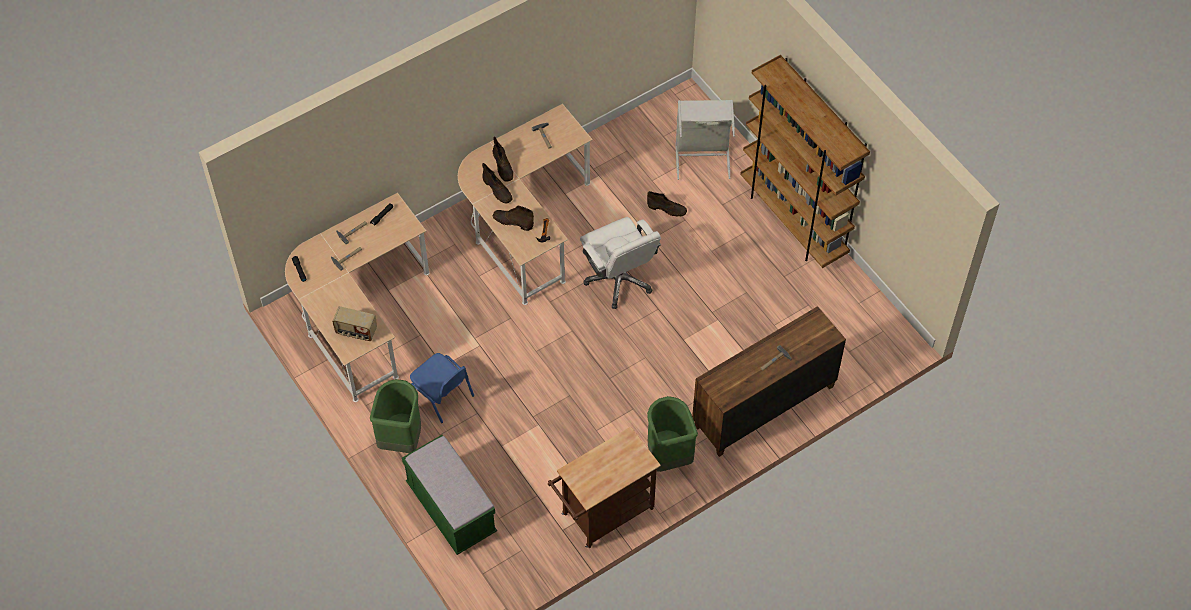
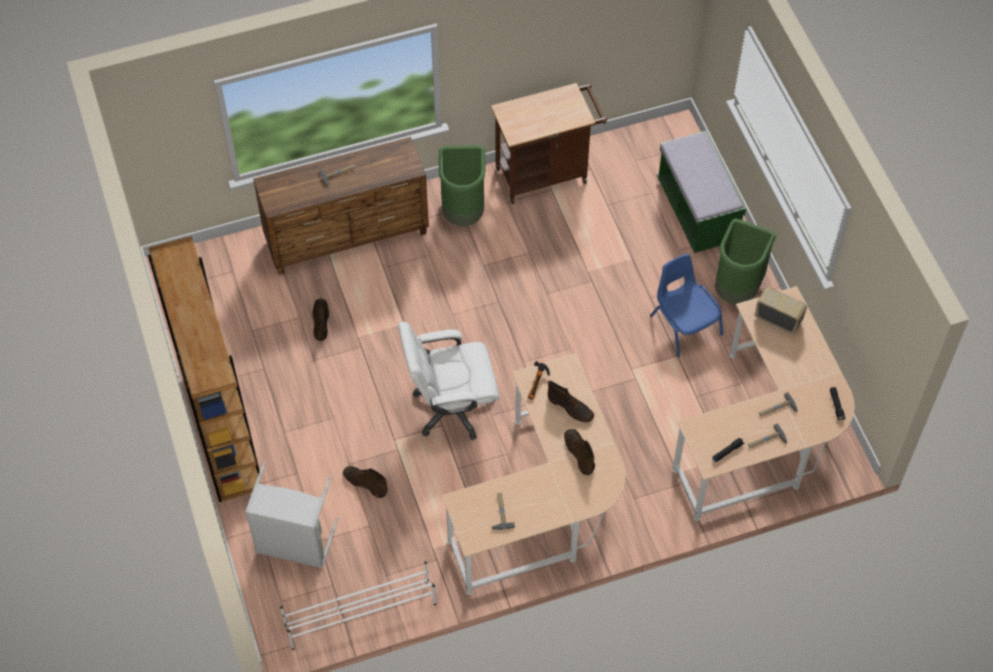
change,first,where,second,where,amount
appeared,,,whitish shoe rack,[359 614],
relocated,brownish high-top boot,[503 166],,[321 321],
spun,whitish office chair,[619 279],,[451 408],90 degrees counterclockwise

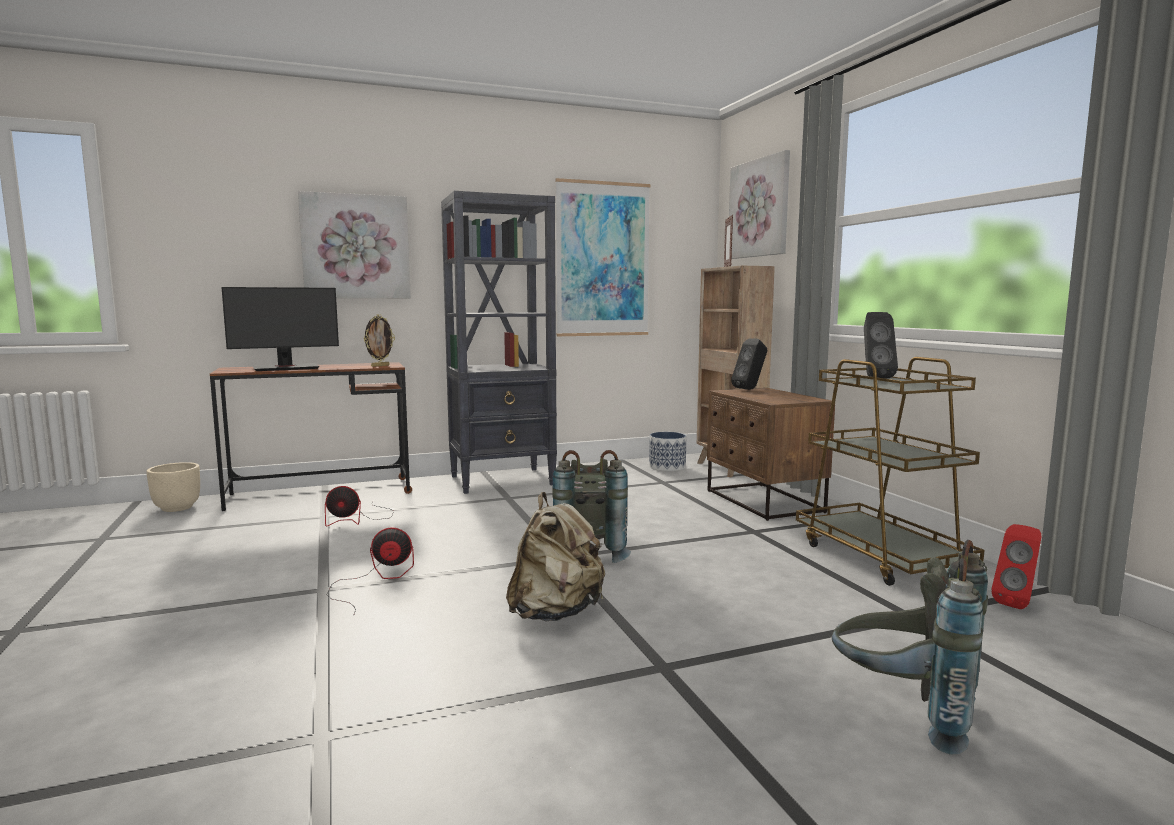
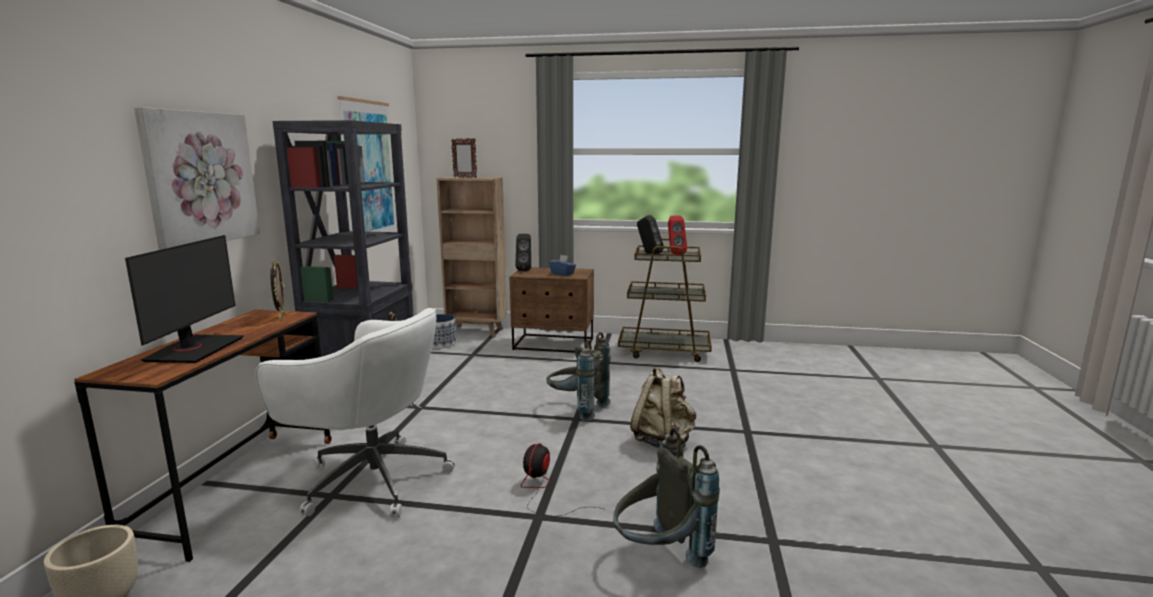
change,first,where,second,where,amount
missing,wall art,[759 208],,,
appeared,,,blue box of tissues,[562 273],
relocated,grey backpack,[903 713],,[659 557],
relocated,reddish audio speaker,[1017 603],,[674 254],
exchanged,cooling fan,[357 519],whitish office chair,[371 479],

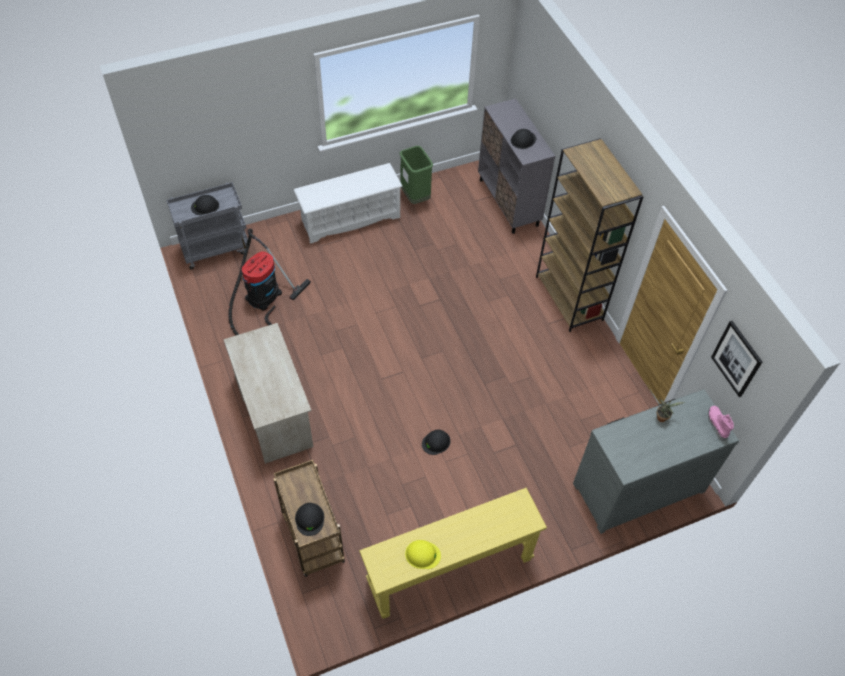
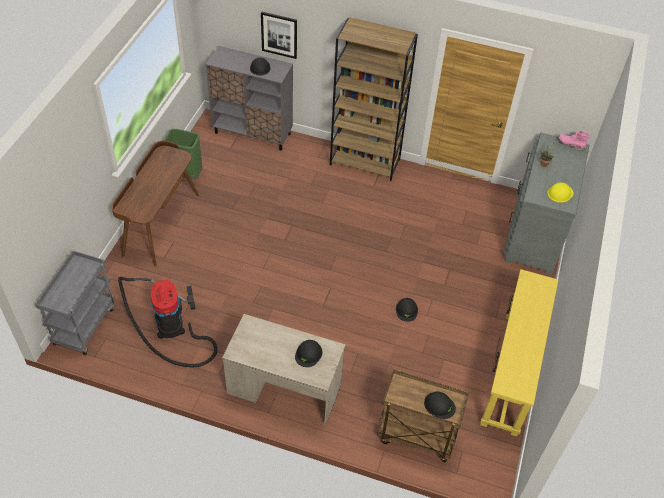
change,first,where,second,where,amount
relocated,black safety helmet,[205 206],,[308 353],
relocated,yellow-coloured safety helmet,[422 554],,[560 193],
relocated,wall art,[737 358],,[279 34],
exchanged,whitish shoe rack,[350 219],brownish desk table,[160 224],

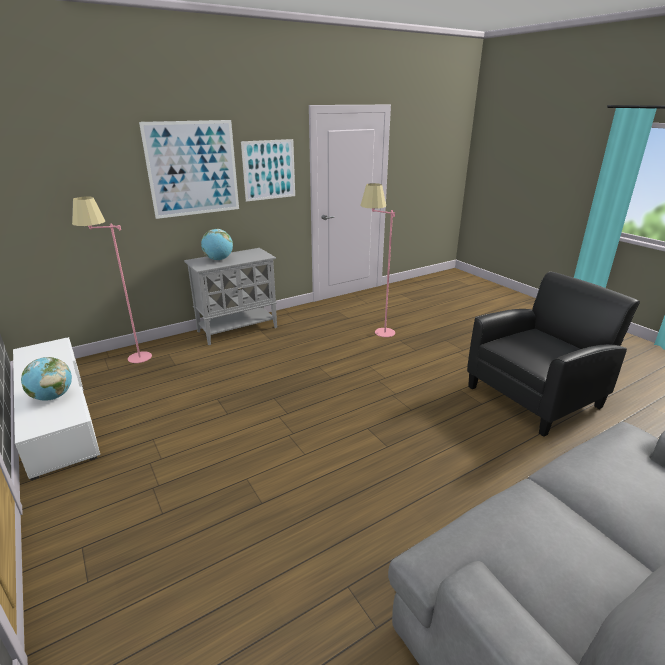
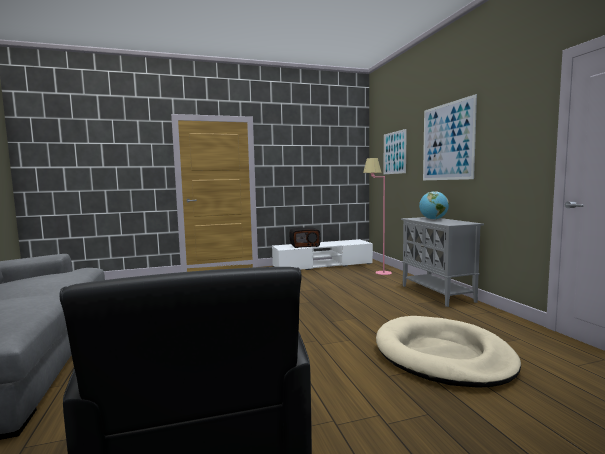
change,first,where,second,where,amount
relocated,wall art,[269 170],,[394 153],
exchanged,globe,[52 397],radio set,[305 245],
exchanged,pinkish standing lamp,[376 333],beige pet bed,[442 355],

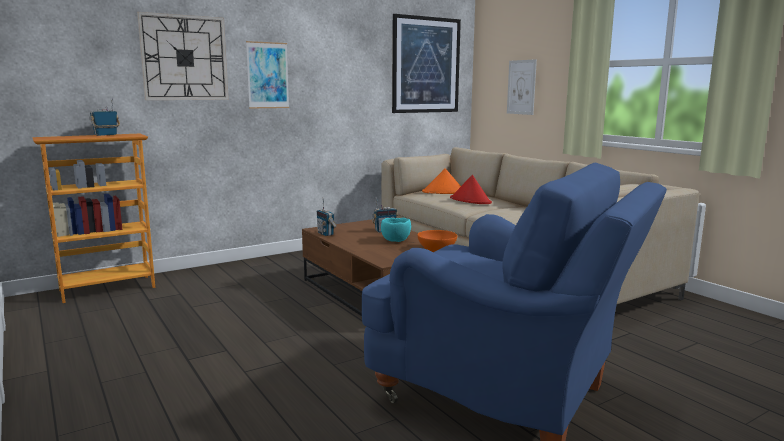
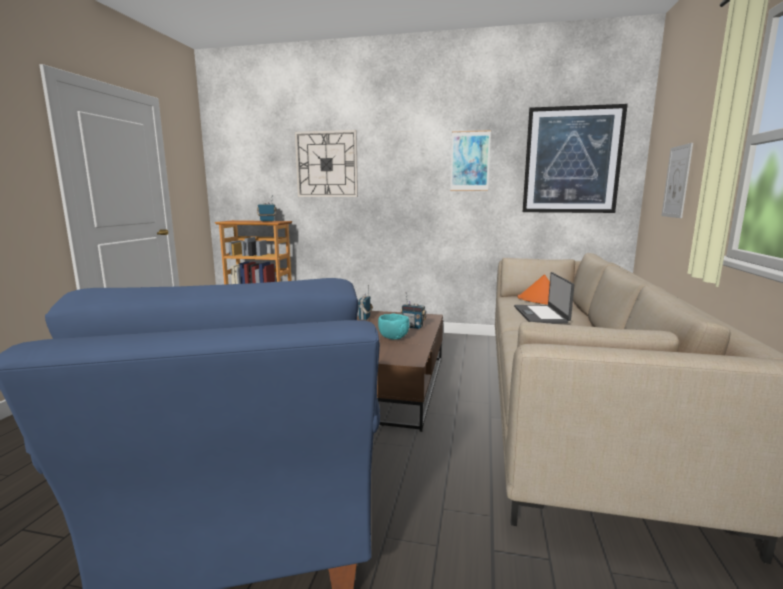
change,first,where,second,where,amount
missing,orange bowl,[436 249],,,
relocated,wall art,[267 75],,[470 161],
exchanged,reddish wearable hat,[470 200],notebook computer,[541 314],

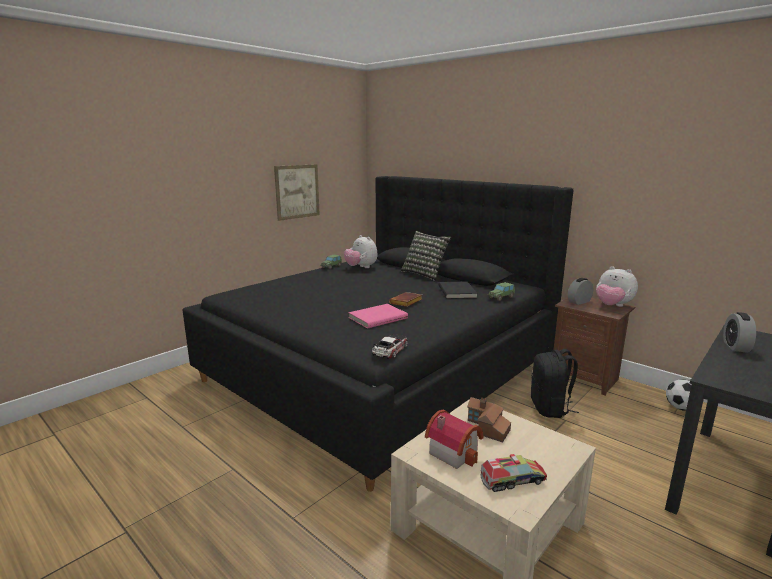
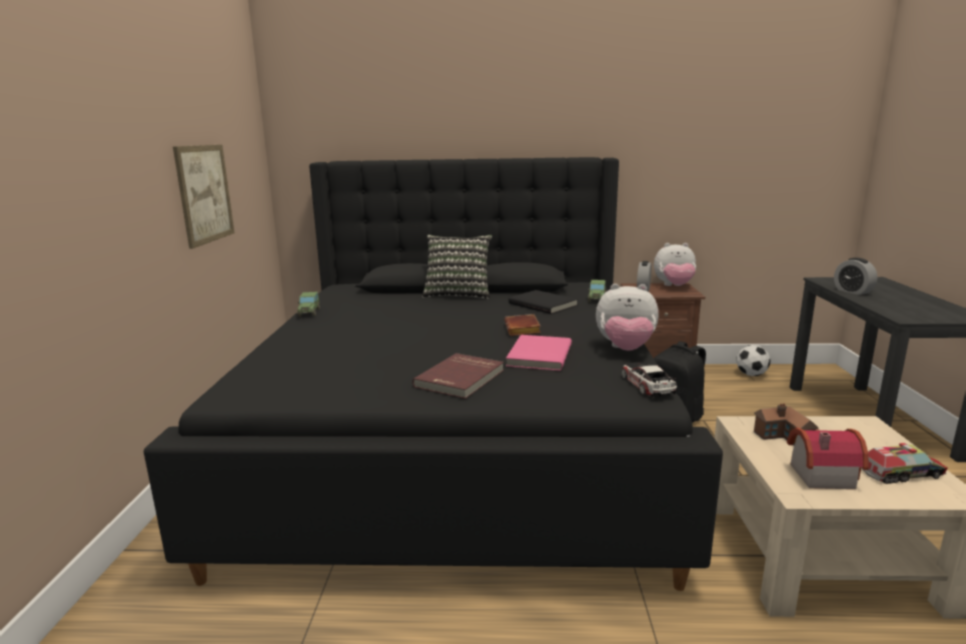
change,first,where,second,where,amount
appeared,,,reddish book,[461 379],
relocated,cuddly toy,[361 267],,[625 349],
spun,model truck,[512 480],,[902 474],45 degrees clockwise

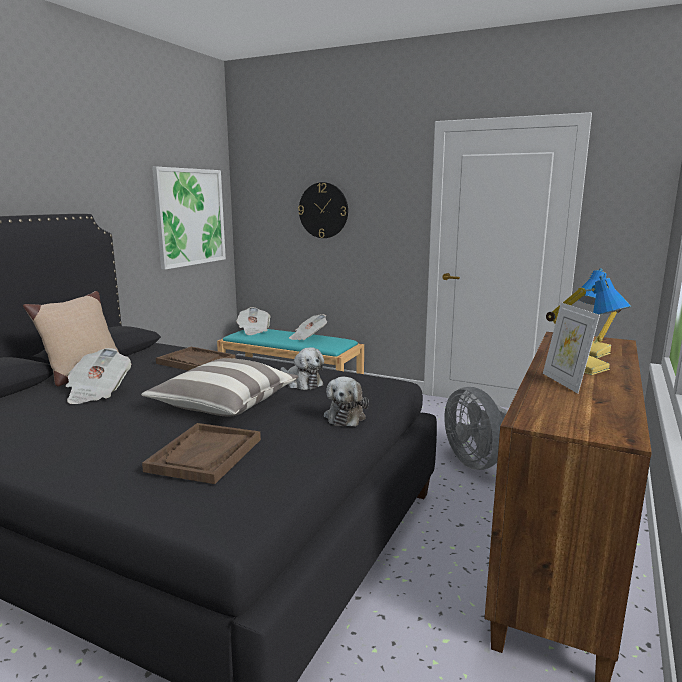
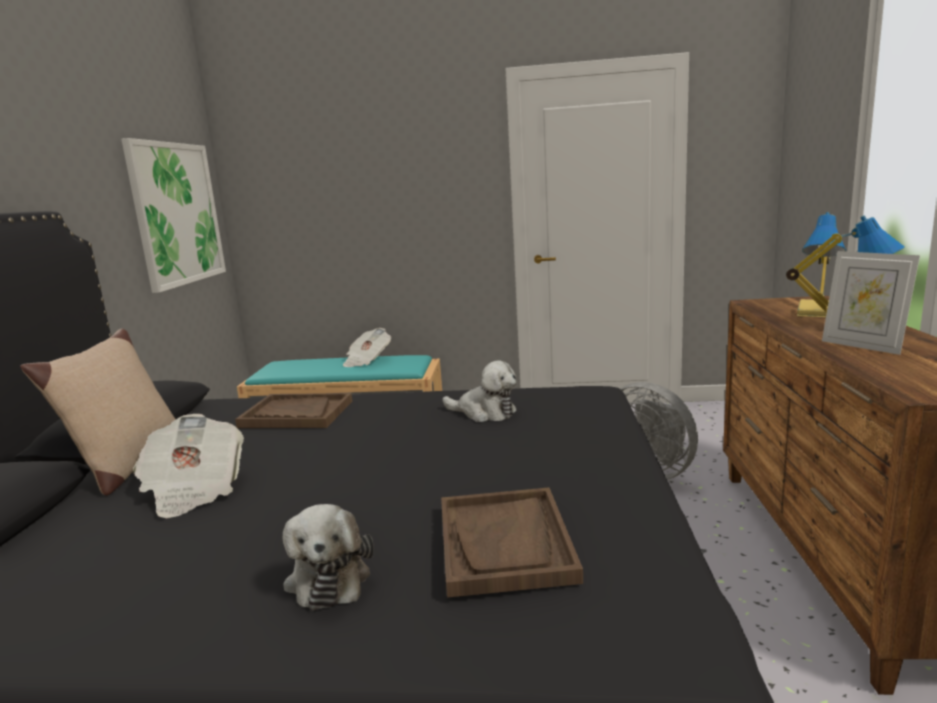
change,first,where,second,where,amount
missing,pillow,[224 404],,,
missing,printed paper,[253 330],,,
missing,clock on the wall,[323 210],,,
relocated,cuddly toy,[345 416],,[329 577],

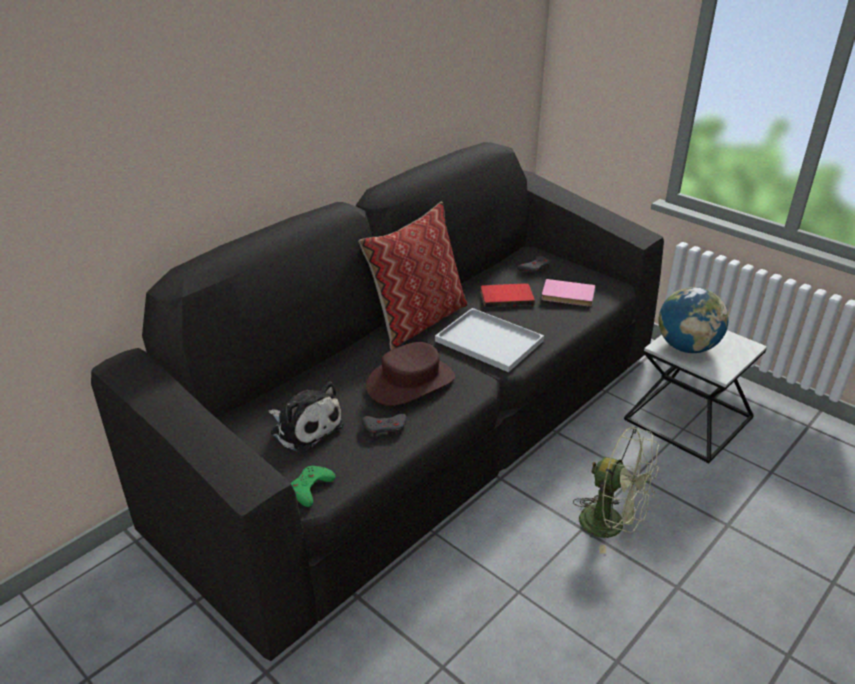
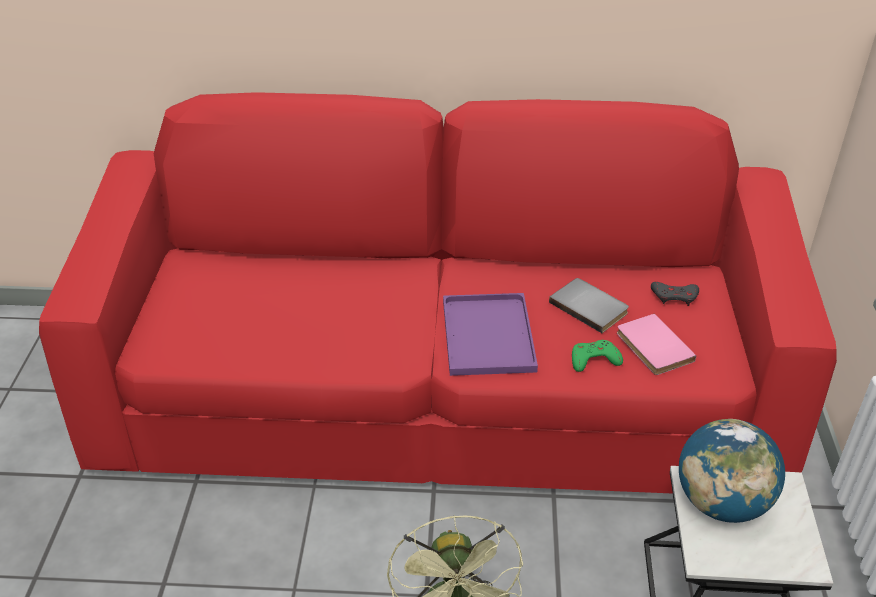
change,first,where,second,where,amount
missing,cuddly toy,[305 427],,,
missing,pillow,[417 320],,,
missing,grey gamepad,[385 427],,,
missing,brownish wearable hat,[410 382],,,
relocated,green gamepad,[310 488],,[594 359],
colour,black sofa,[427 433],reddish sofa,[440 402],
colour,whitish carrying tray,[491 341],purple carrying tray,[489 337],
colour,reddish book,[506 297],grey book,[590 306],

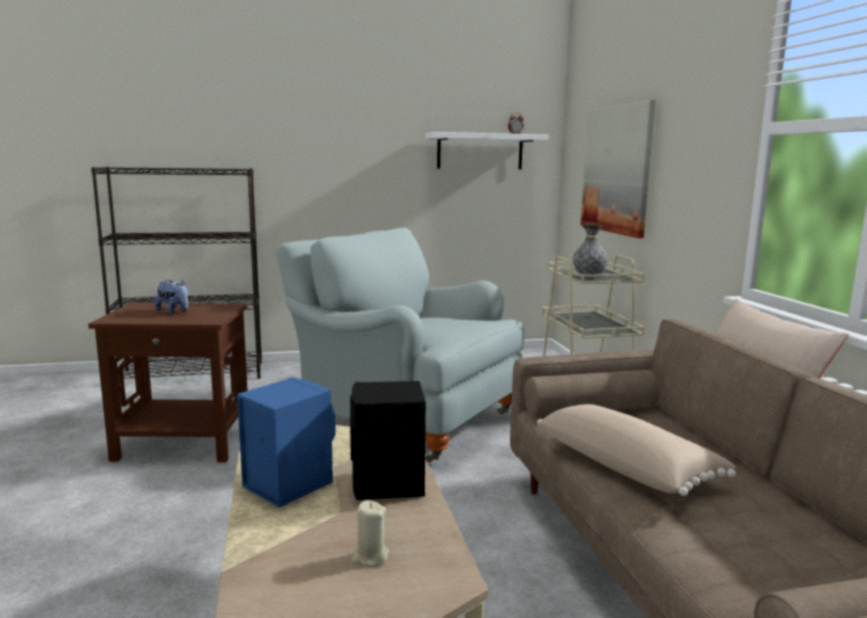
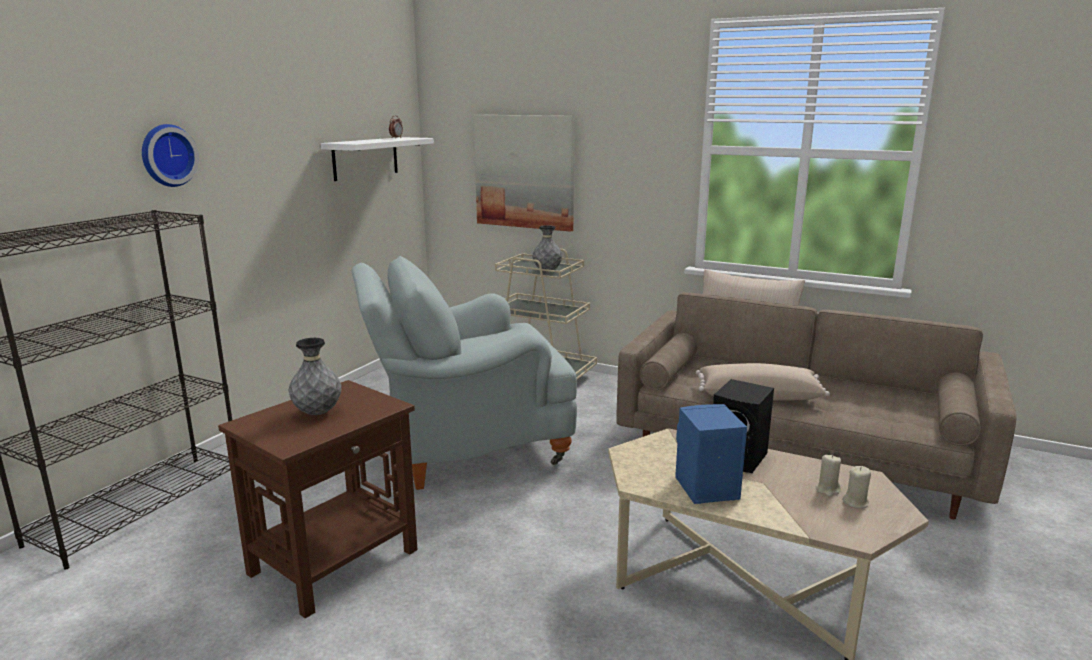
change,first,where,second,where,amount
appeared,,,clock on the wall,[167 155],
appeared,,,beige wax light,[855 502],
exchanged,cuddly toy,[174 312],grey vase,[318 413],

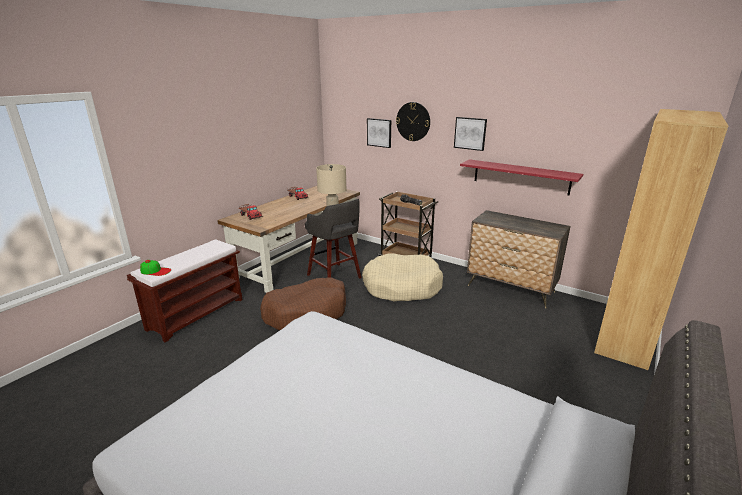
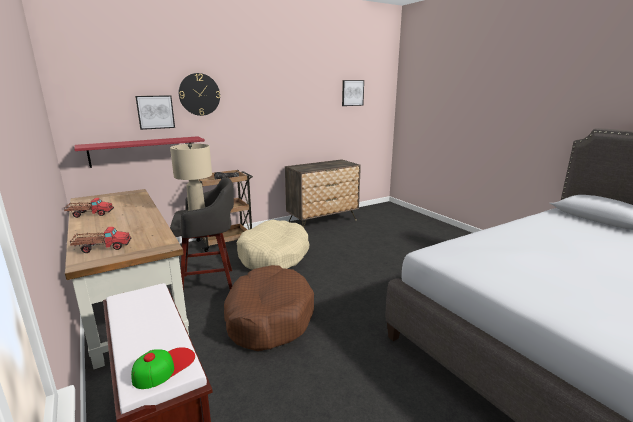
change,first,where,second,where,amount
missing,brownish bookcase,[626 335],,,
relocated,wall art,[470 133],,[352 93],
relocated,reddish wall shelf,[521 177],,[142 151],

